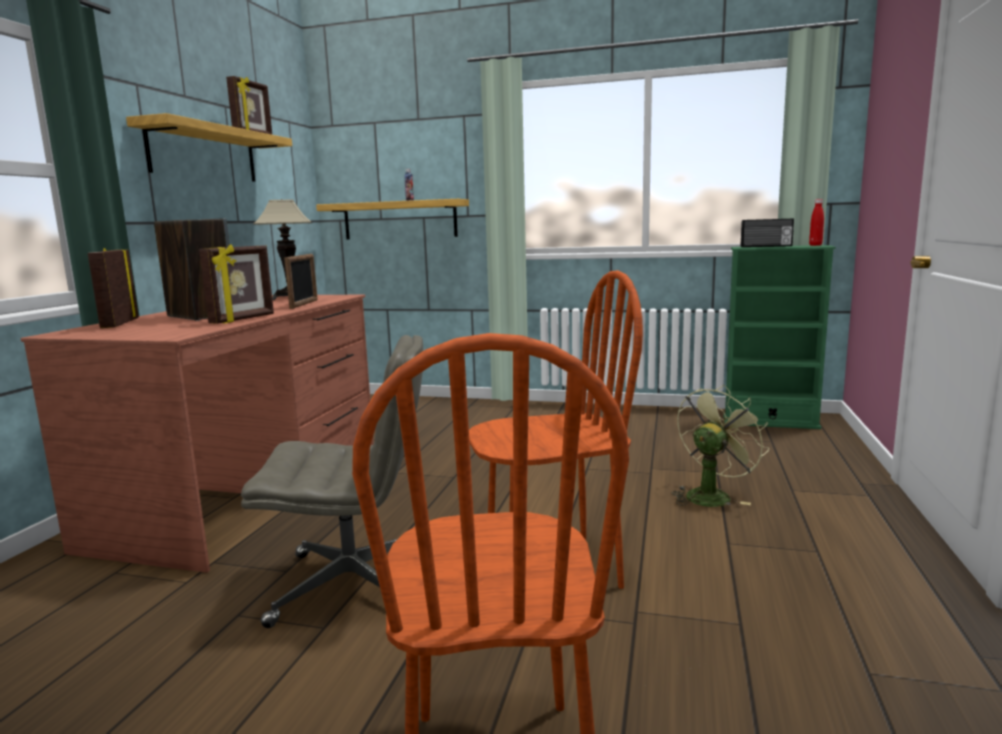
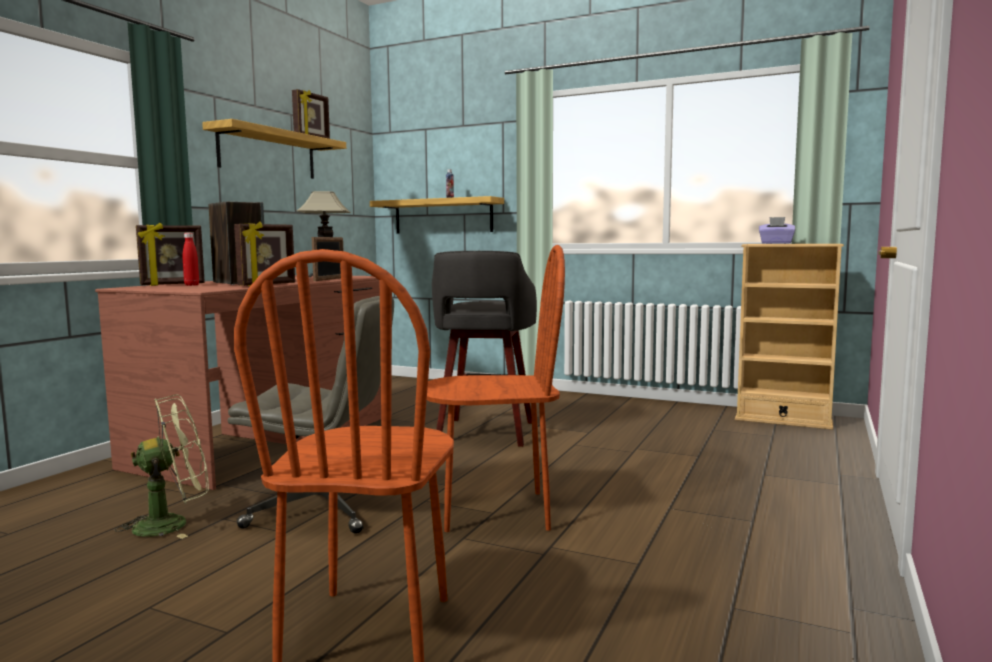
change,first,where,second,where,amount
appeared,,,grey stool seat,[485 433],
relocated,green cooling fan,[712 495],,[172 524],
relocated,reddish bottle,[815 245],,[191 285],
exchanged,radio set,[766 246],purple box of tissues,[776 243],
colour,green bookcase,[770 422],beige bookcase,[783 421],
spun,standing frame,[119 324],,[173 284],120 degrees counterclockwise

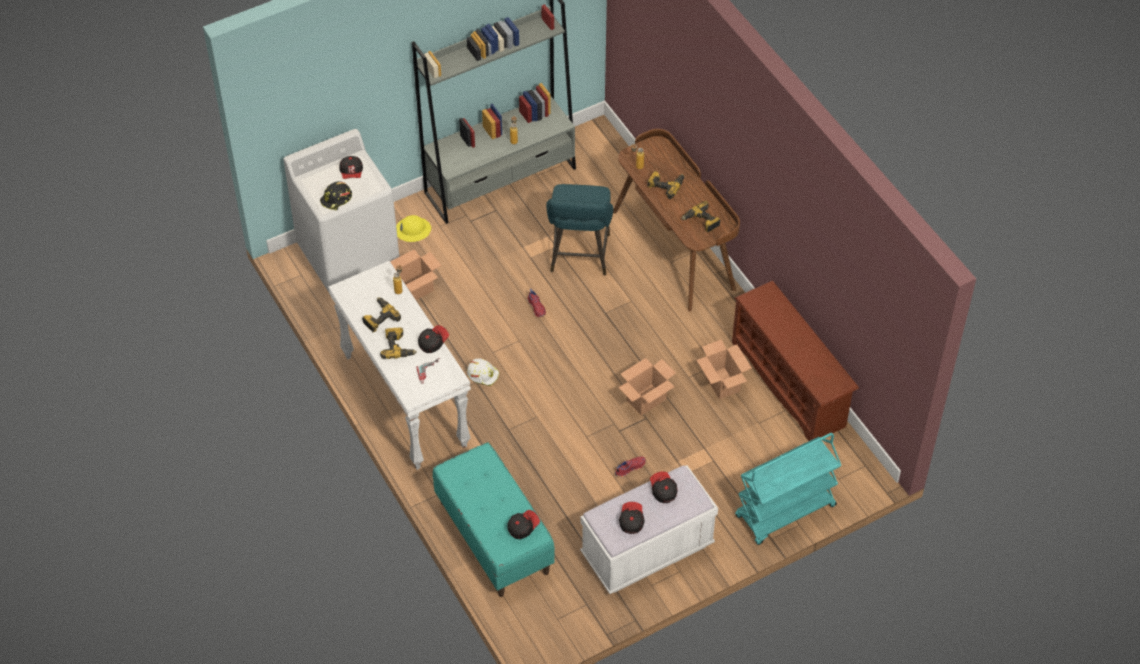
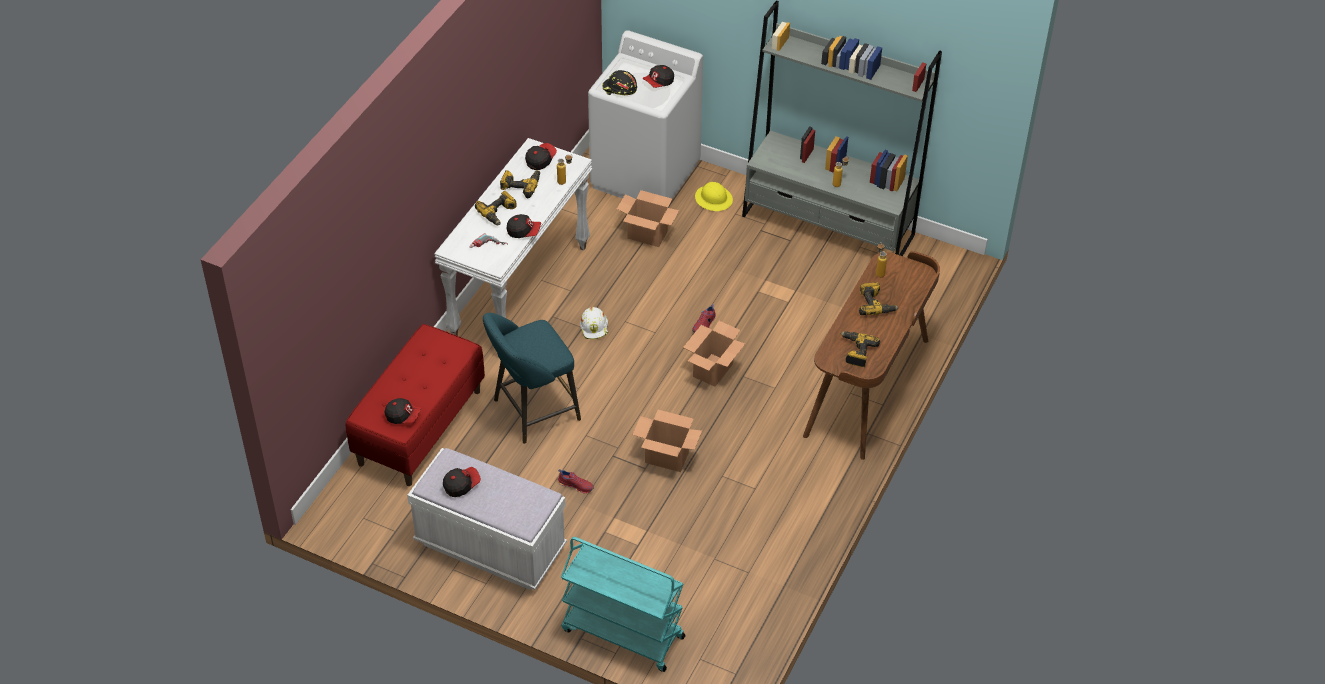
change,first,where,second,where,amount
missing,brownish shoe rack,[790 384],,,
relocated,turquoise stool seat,[579 257],,[532 412],
relocated,baseball cap,[663 490],,[540 160],
relocated,carton,[722 384],,[713 371],
colour,turquoise indoor bench,[493 537],reddish indoor bench,[419 427],

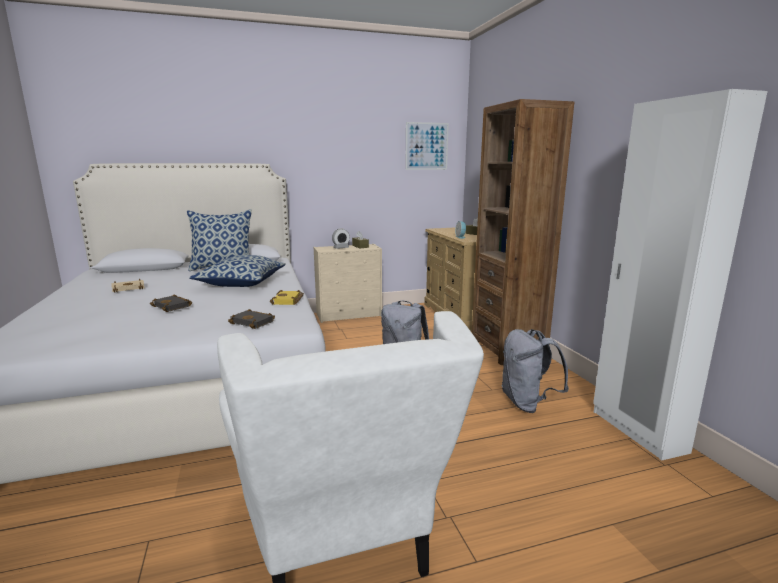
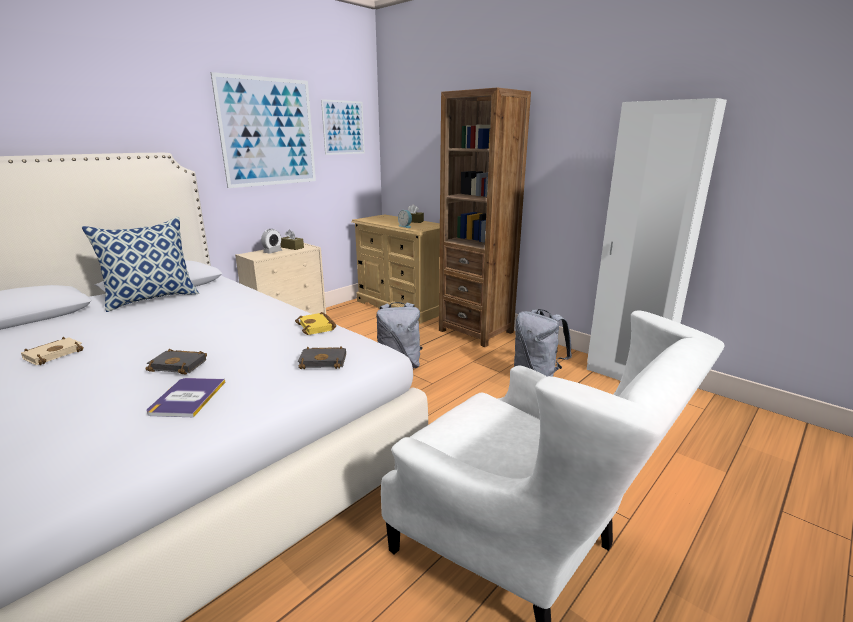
change,first,where,second,where,amount
missing,pillow,[241 283],,,
appeared,,,book,[187 398],
appeared,,,wall art,[268 132],

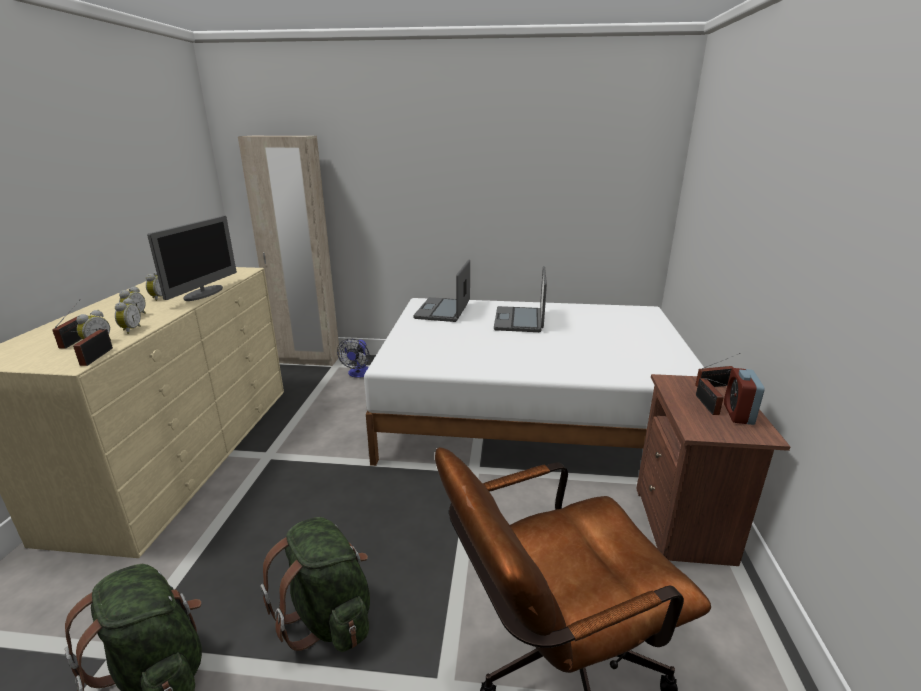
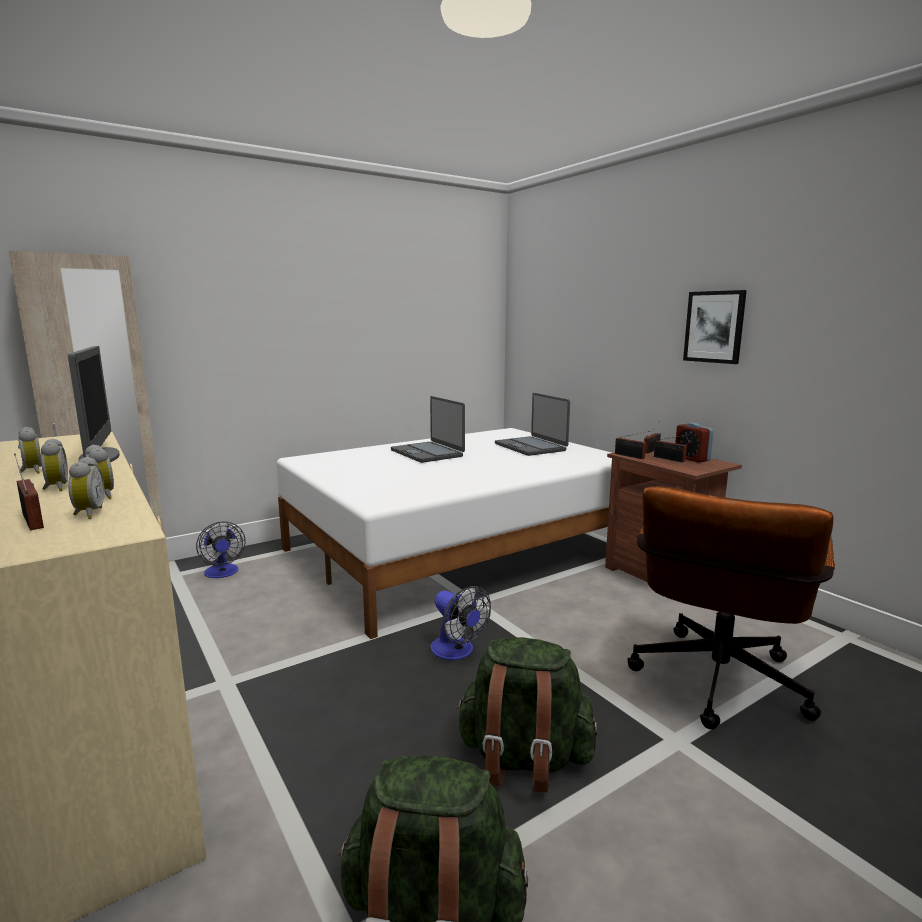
change,first,where,second,where,amount
appeared,,,cooling fan,[457 651],
appeared,,,wall art,[714 327],
relocated,radio set,[94 358],,[631 456],
relocated,notebook computer,[443 311],,[531 447],

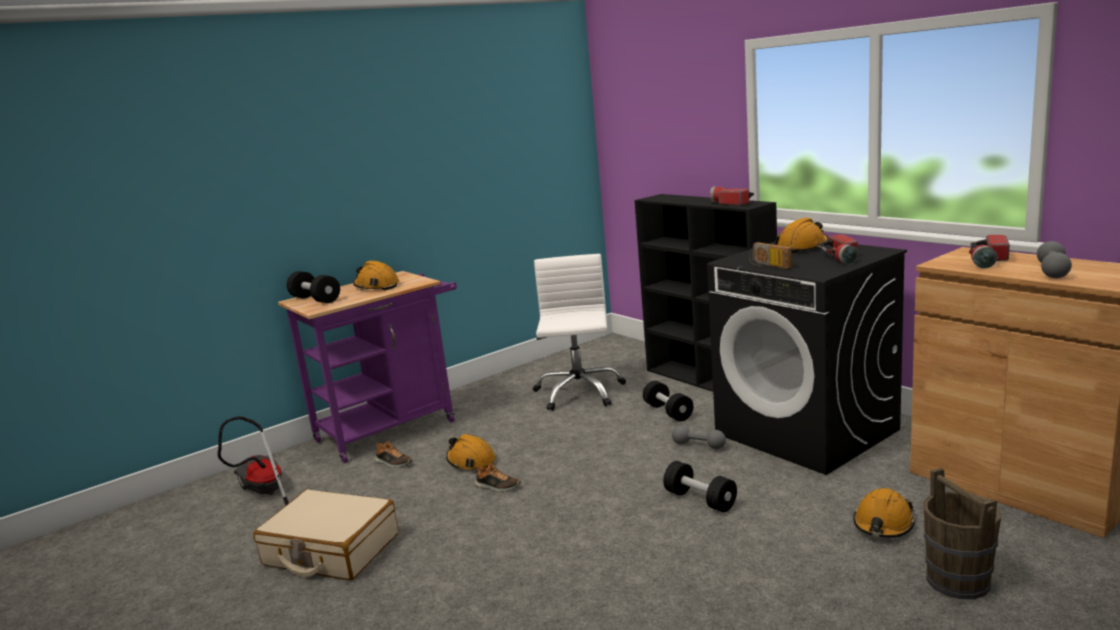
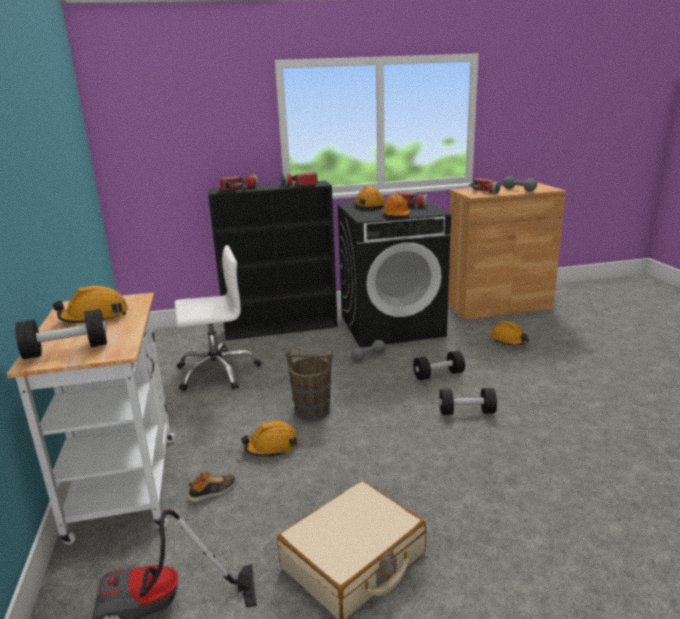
change,first,where,second,where,amount
missing,low shoe,[497 487],,,
appeared,,,torch,[239 188],
relocated,black dumbbell,[668 412],,[467 412],
relocated,brownish pail,[957 580],,[312 410],
exchanged,radio set,[768 266],orange safety helmet,[396 215],
colour,purple cart,[393 428],whitish cart,[126 479],
spun,whitish office chair,[578 392],,[217 372],135 degrees clockwise

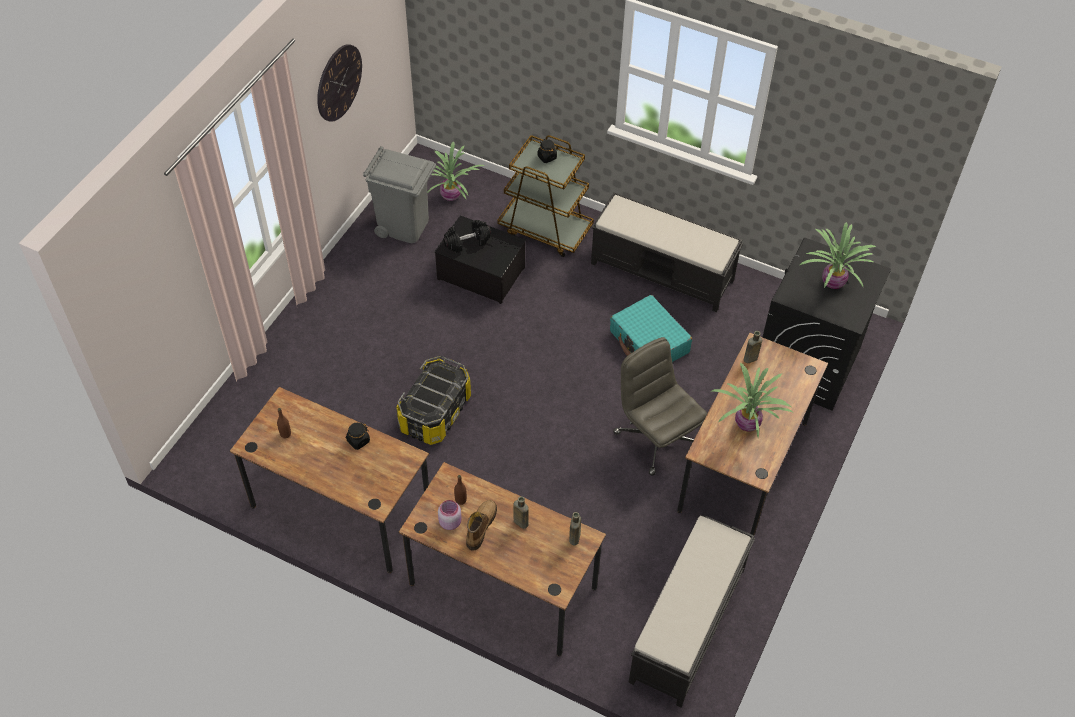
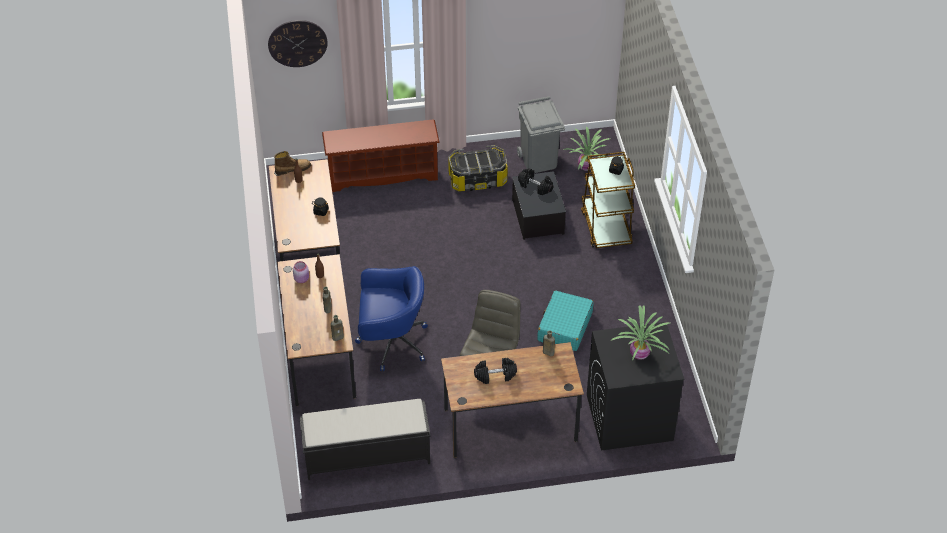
change,first,where,second,where,amount
missing,black indoor bench,[663 272],,,
appeared,,,brownish shoe rack,[383 174],
appeared,,,blue office chair,[391 342],
relocated,clock on the wall,[339 82],,[297 43],
relocated,storage box,[434 412],,[477 179],
relocated,high-top boot,[480 526],,[293 169],
exchanged,potted plant,[748 423],black dumbbell,[495 375],

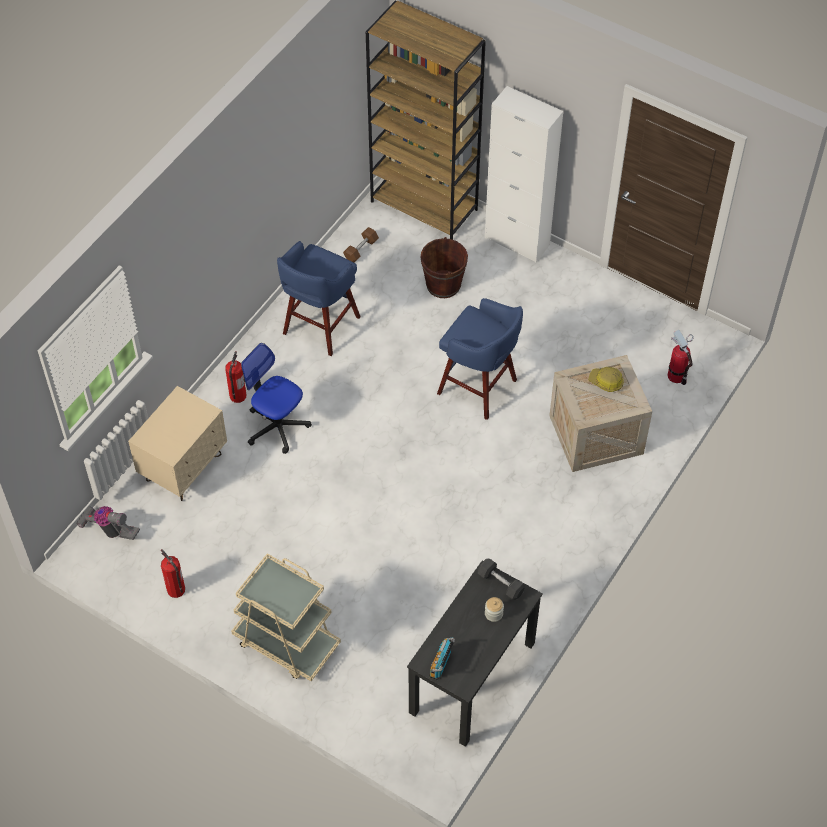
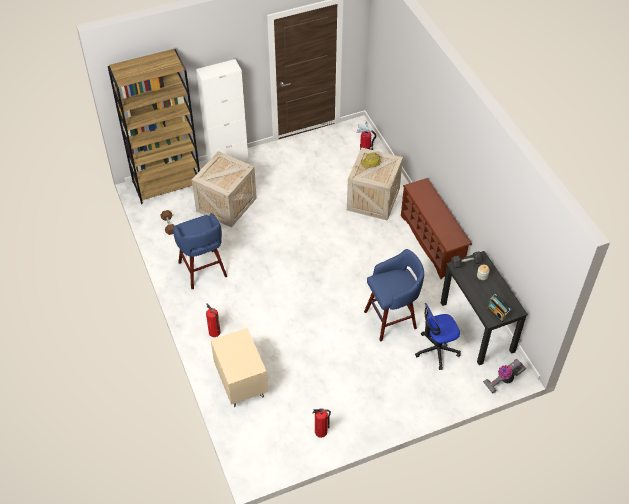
change,first,where,second,where,amount
missing,beige cart,[286 642],,,
appeared,,,brownish shoe rack,[432 243],
relocated,vacuum,[109 529],,[503 380],
relocated,office chair,[277 426],,[436 350],
relocated,blue stool seat,[479 388],,[392 319],
exchanged,brownish pail,[443 285],crate,[226 205],

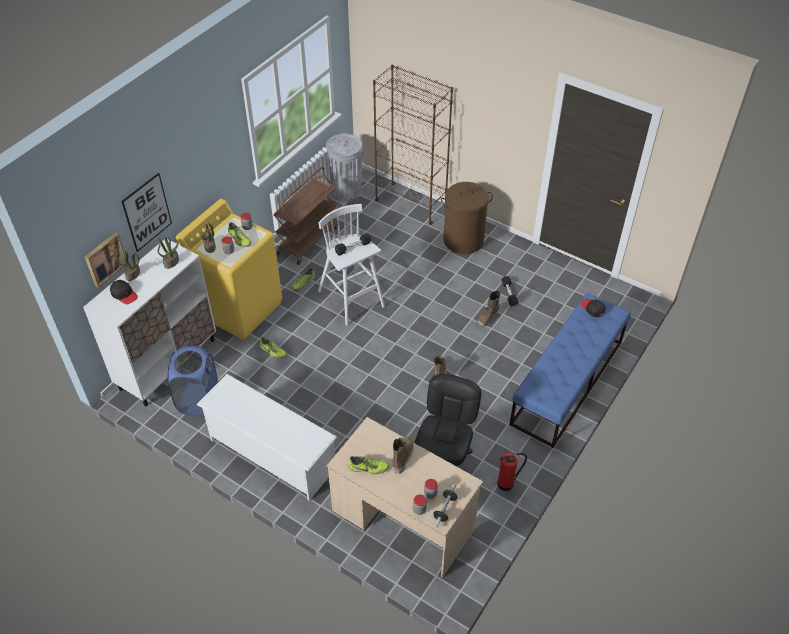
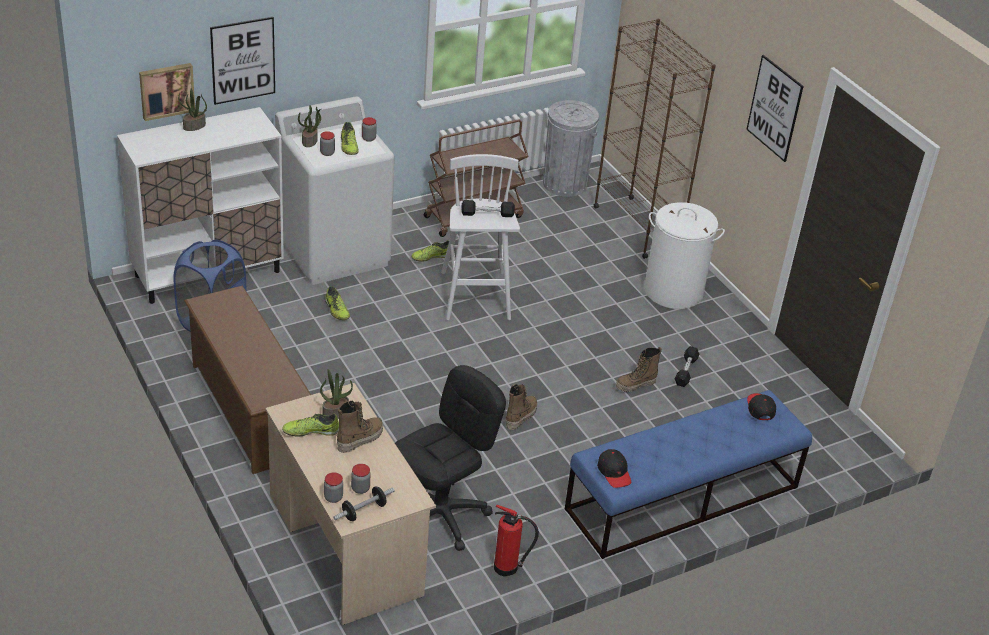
change,first,where,second,where,amount
appeared,,,wall art,[774 108],
relocated,black baseball cap,[124 294],,[614 472],
relocated,potted plant,[171 262],,[335 412],
colour,yellow-coloured washing machine,[239 307],whitish washing machine,[334 251],
colour,whitish shoe rack,[272 455],brownish shoe rack,[248 410],
colour,brownish hamper,[463 240],whitish hamper,[673 291],
spun,low shoe,[368 468],,[310 431],135 degrees clockwise

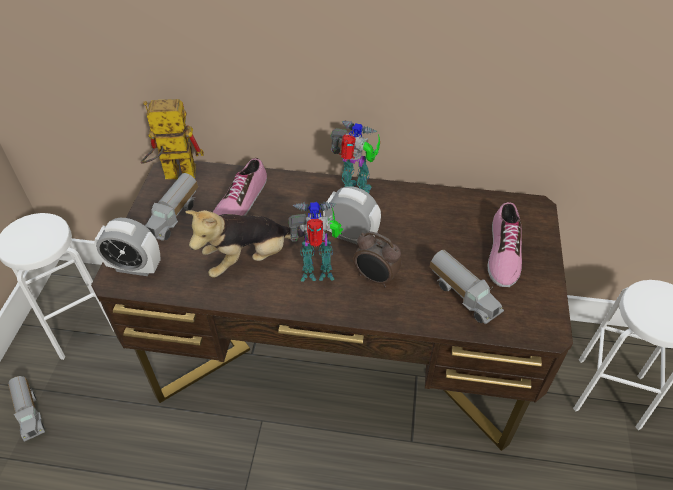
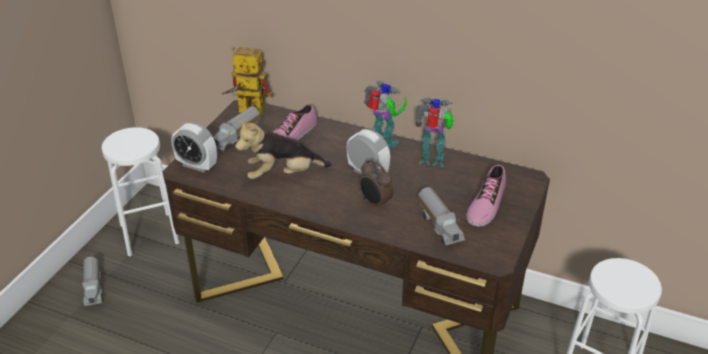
change,first,where,second,where,amount
relocated,robot figure,[319 273],,[433 161],

